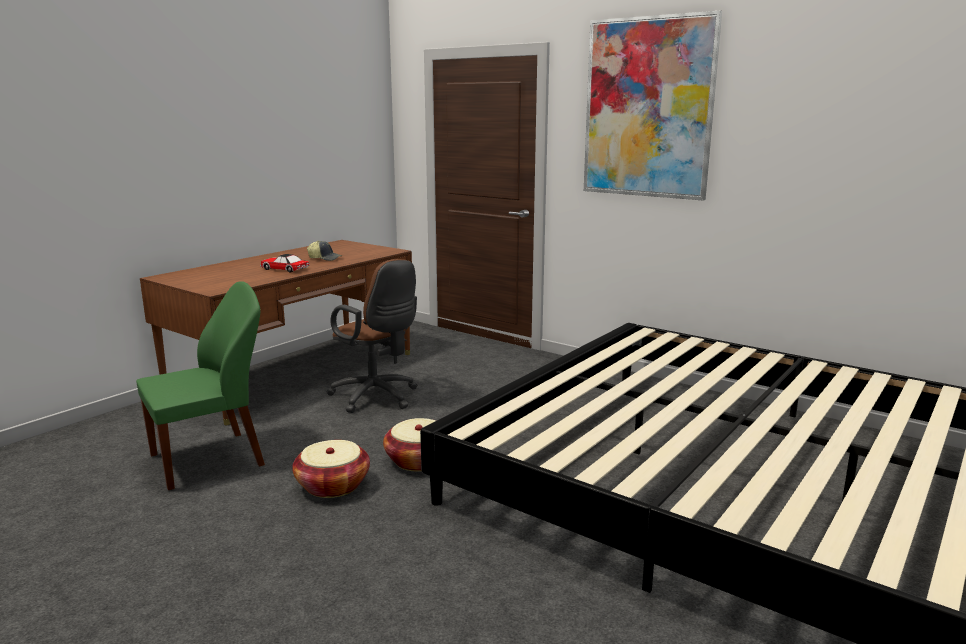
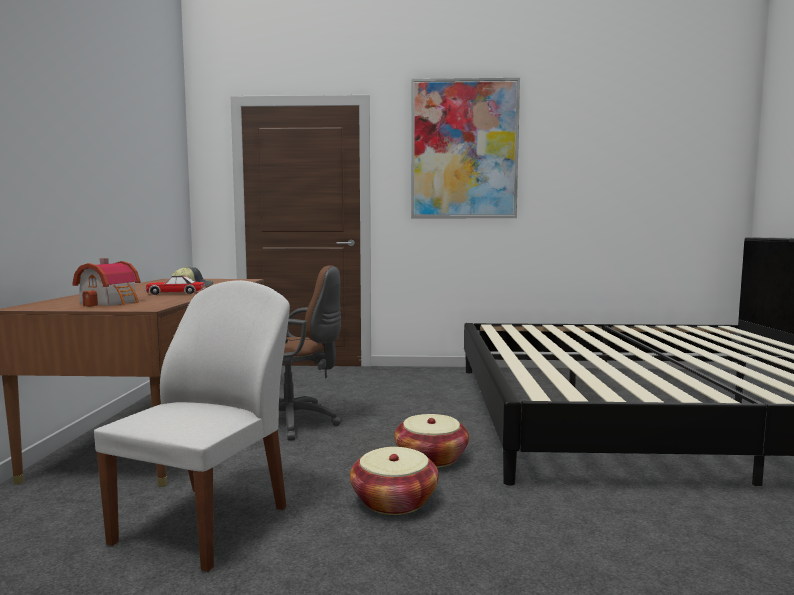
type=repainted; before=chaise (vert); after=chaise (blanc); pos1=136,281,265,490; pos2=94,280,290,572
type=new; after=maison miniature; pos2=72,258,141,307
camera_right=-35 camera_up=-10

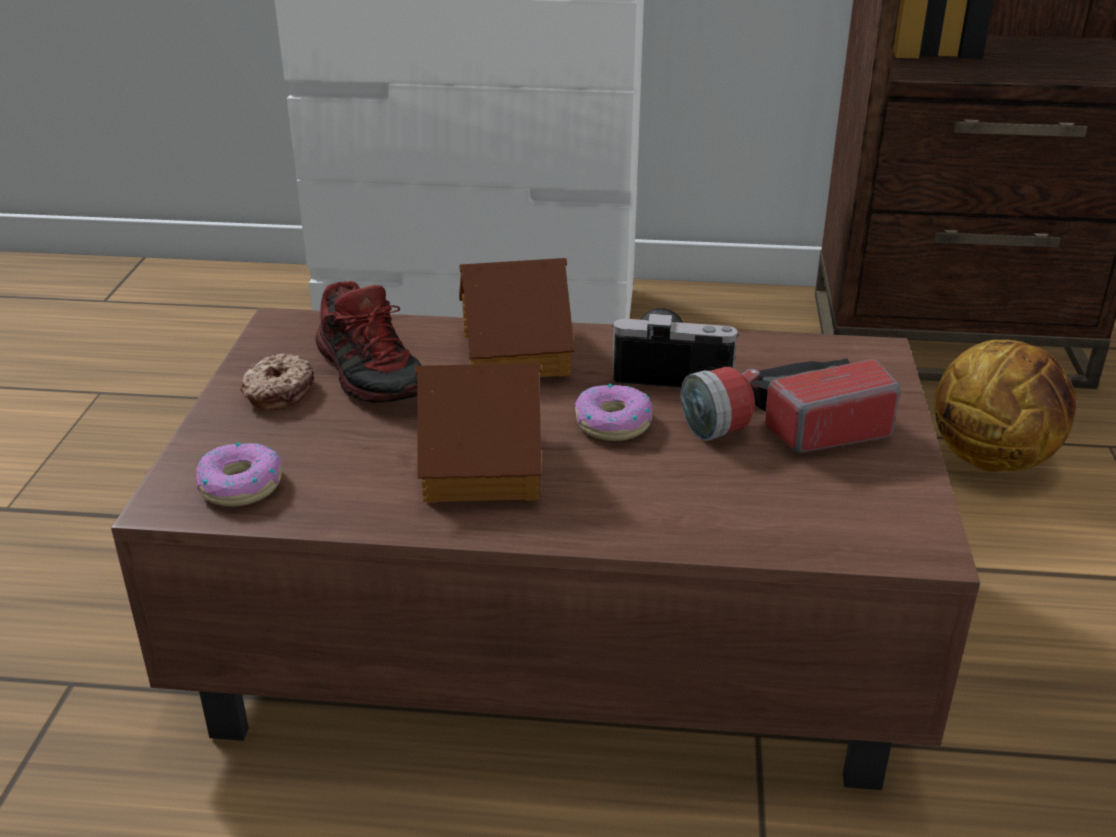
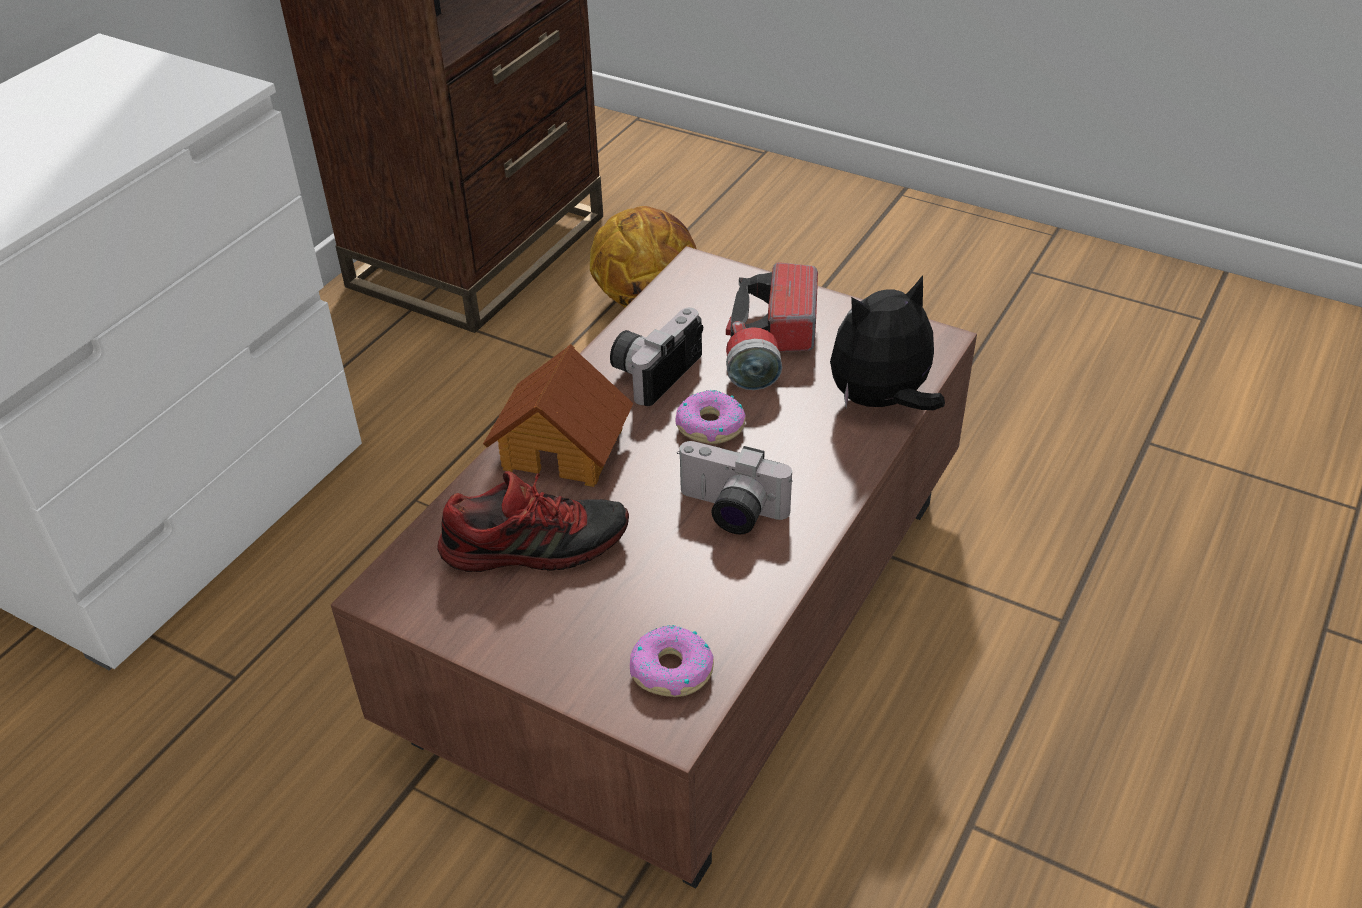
type=gone; before=beignet; pos1=240,353,314,410
type=swapped; before=maison miniature; after=appareil photo; pos1=415,363,542,503; pos2=677,441,792,534
type=new; after=peluche; pos2=830,275,945,410
camera_right=-65 camera_up=10

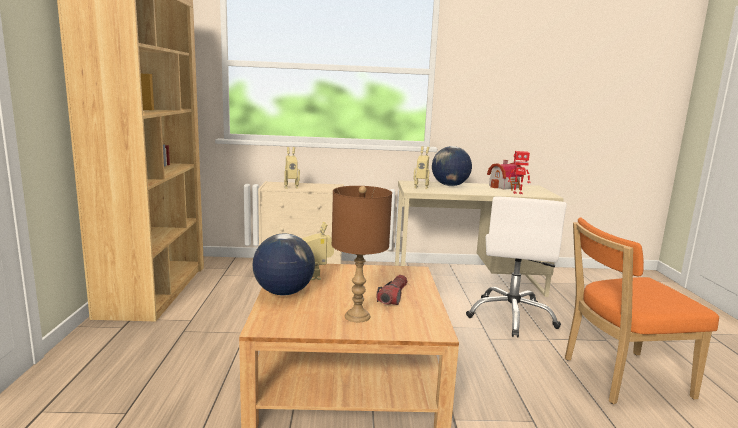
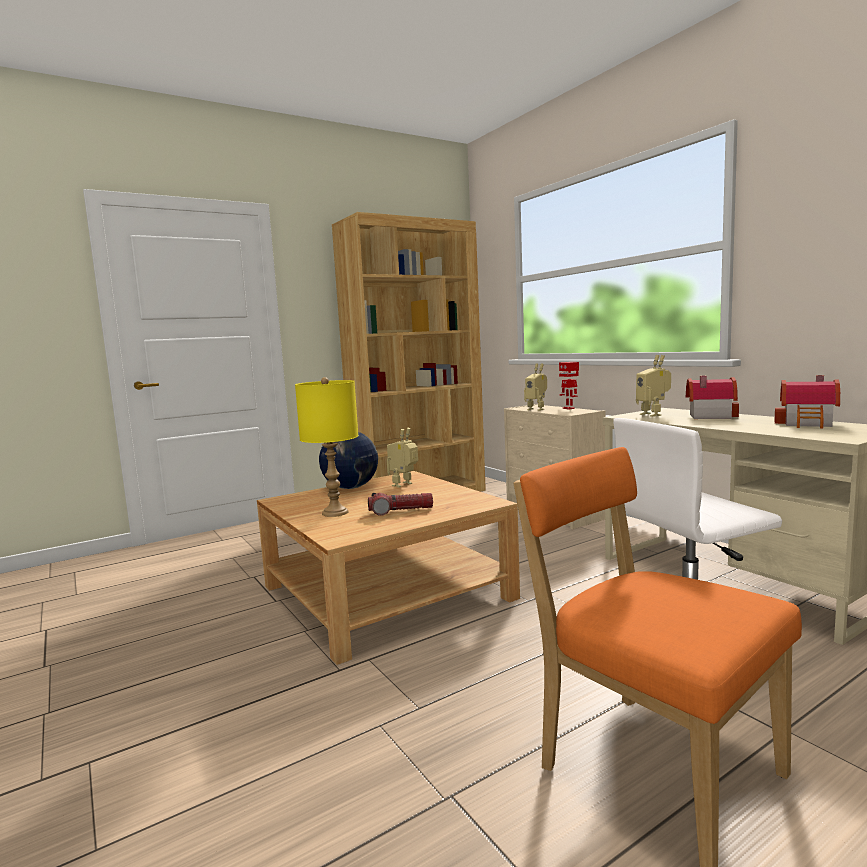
type=swapped; before=globe; after=maison miniature; pos1=432,146,472,186; pos2=686,376,739,419
type=shifted; before=robot jouet; pos1=508,151,531,194; pos2=559,362,579,410
type=repainted; before=lampe de table (marron); after=lampe de table (jaune); pos1=331,186,392,322; pos2=295,377,358,517
camera_right=60 camera_up=-5

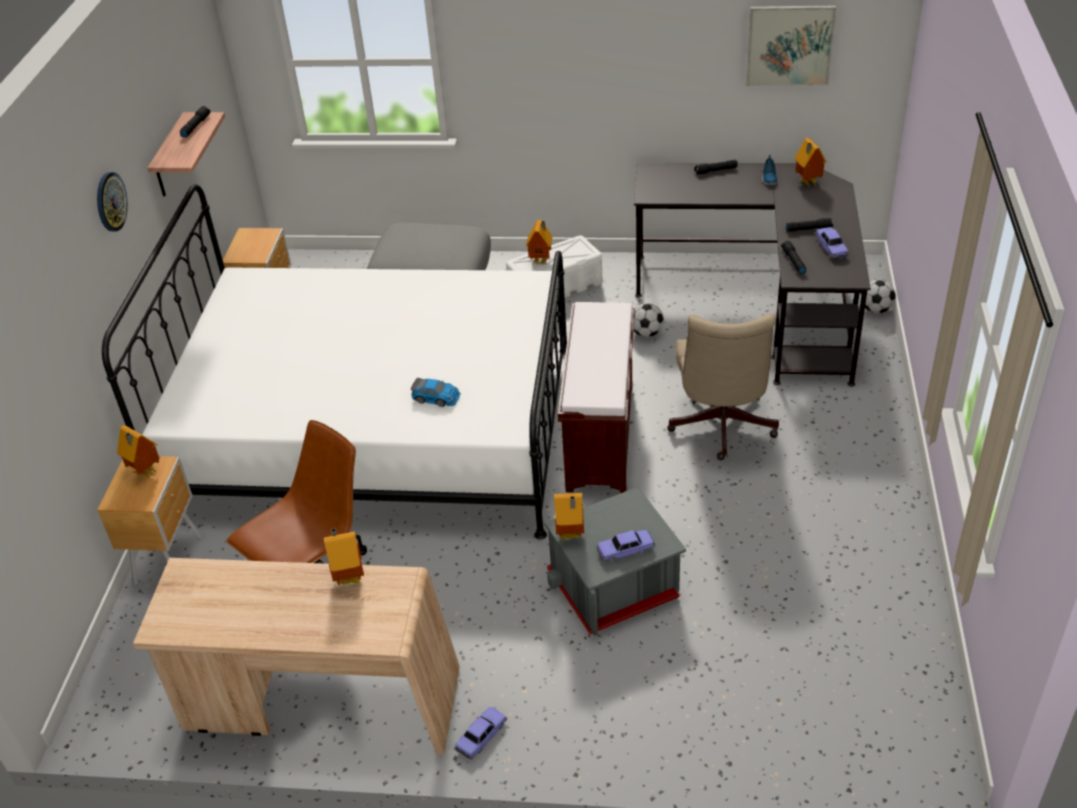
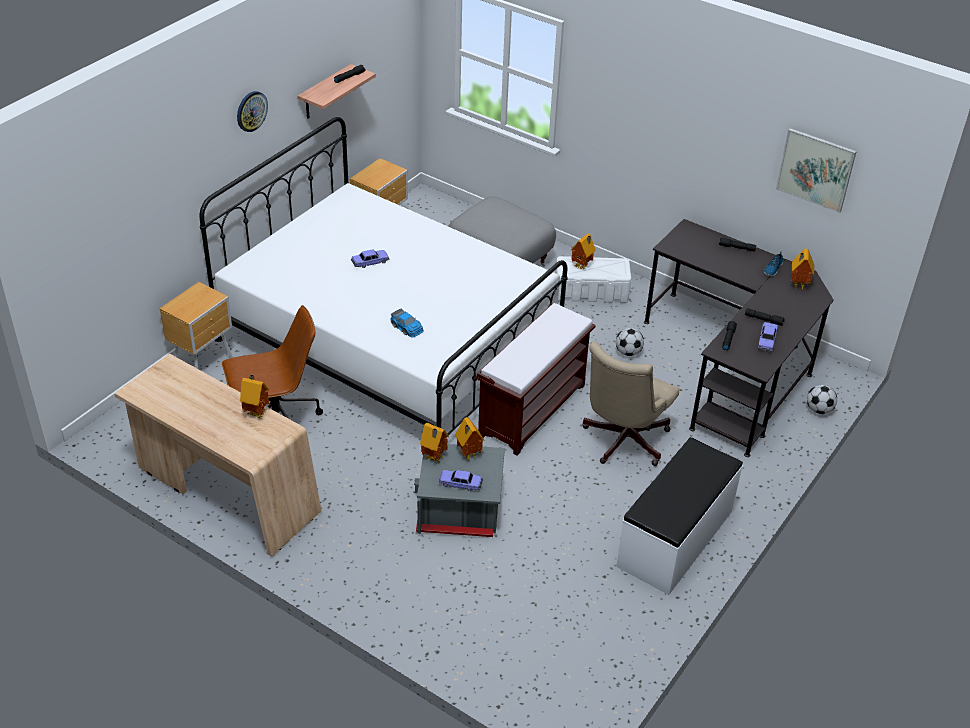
type=shifted; before=maison miniature; pos1=117,425,160,478; pos2=455,417,485,461
type=shifted; before=petite voiture; pos1=454,707,507,760; pos2=351,249,389,268
type=new; after=banc (blanc); pos2=616,437,743,595
camera_right=25 camera_up=0

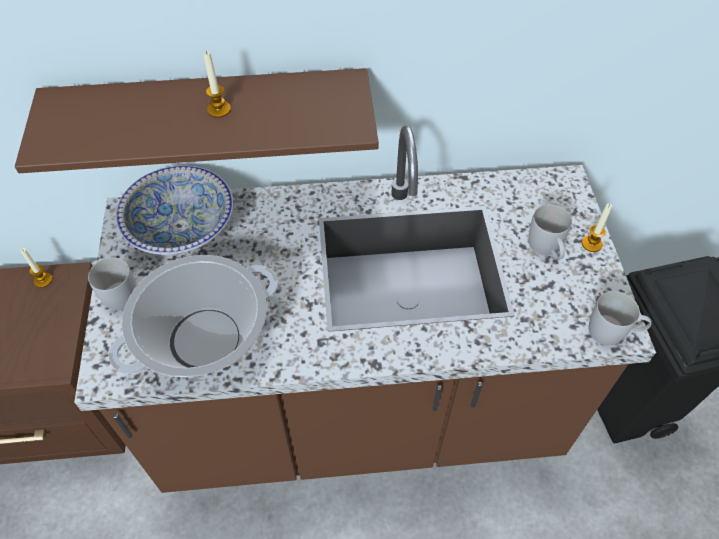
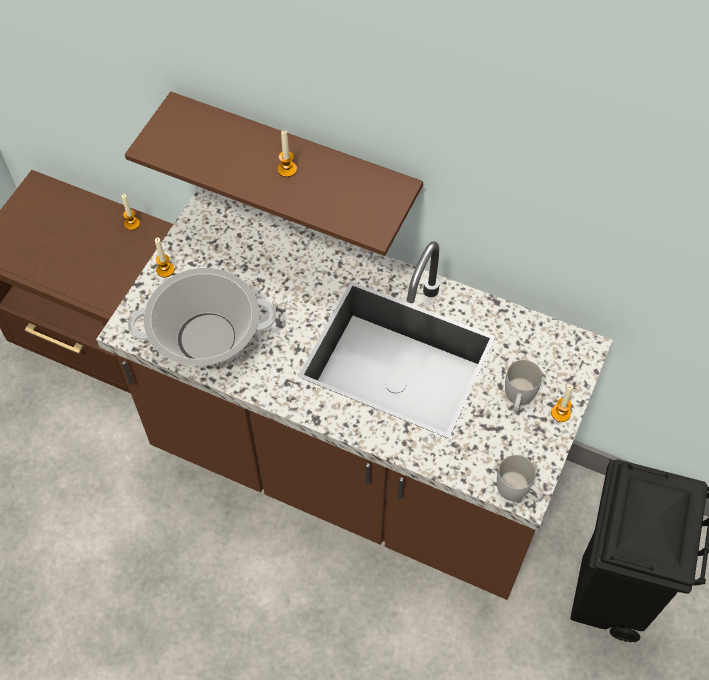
type=gone; before=bol; pos1=116,165,233,255
type=swapped; before=mug (blanc); after=bougie; pos1=88,257,136,311; pos2=155,237,174,277
camera_right=30 camera_up=5

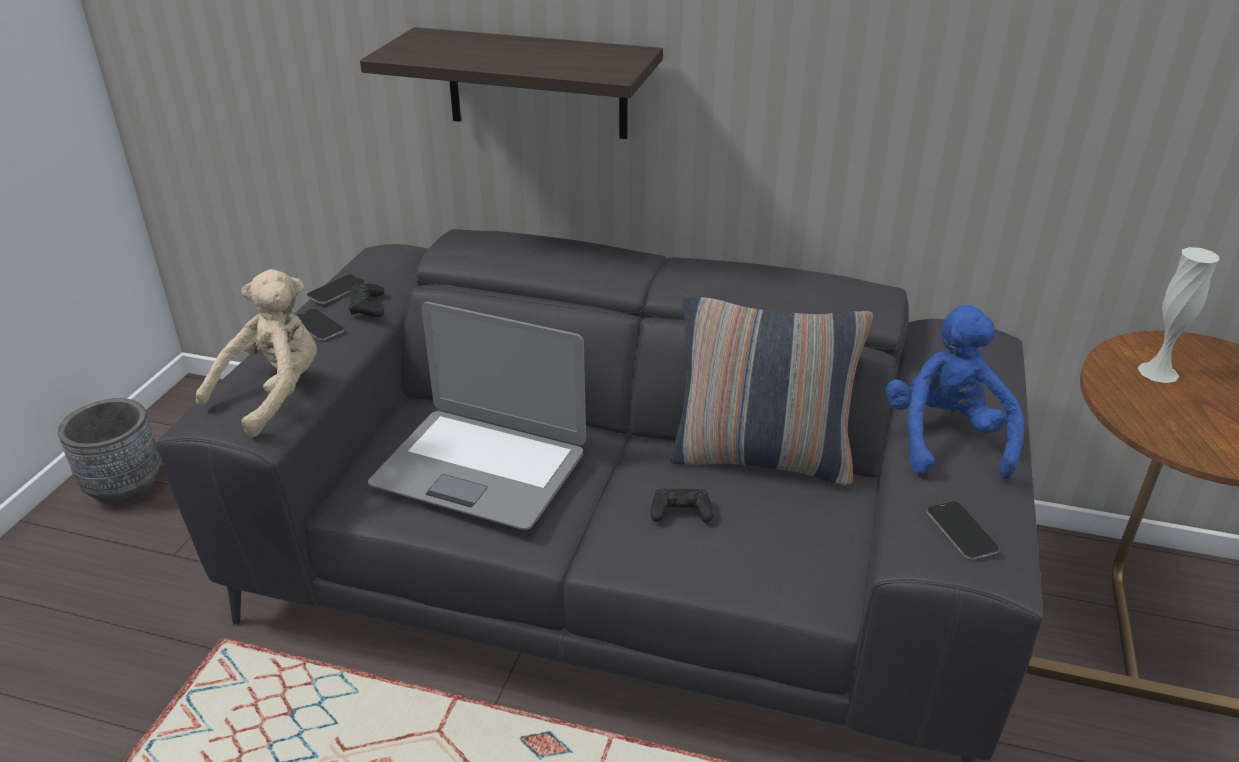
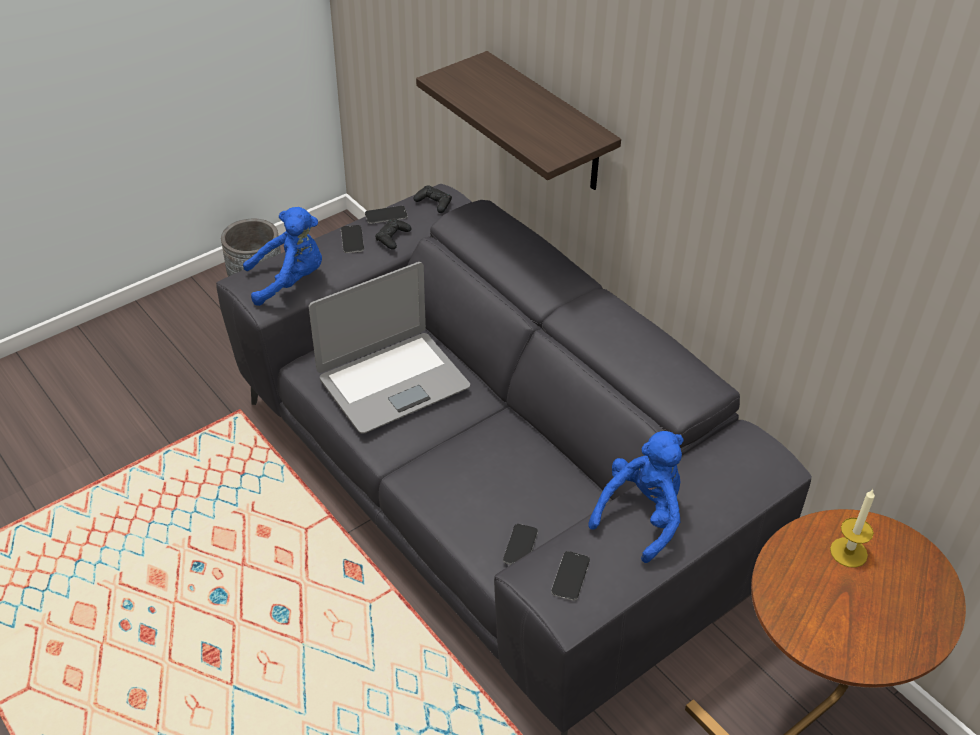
type=swapped; before=vase (blanc); after=bougie; pos1=1138,247,1219,383; pos2=830,489,875,568
type=repainted; before=peluche (beige); after=peluche (bleu); pos1=196,269,317,437; pos2=243,207,322,306
type=gone; before=coussin; pos1=669,295,873,485
type=rotated; before=ordinateur portable; pos1=368,302,586,530; pos2=309,262,470,434; turn=-90
type=shifted; before=manette (noir); pos1=650,488,713,523; pos2=413,186,452,213
type=new; after=téléphone; pos2=503,524,538,565
camera_right=35 camera_up=10

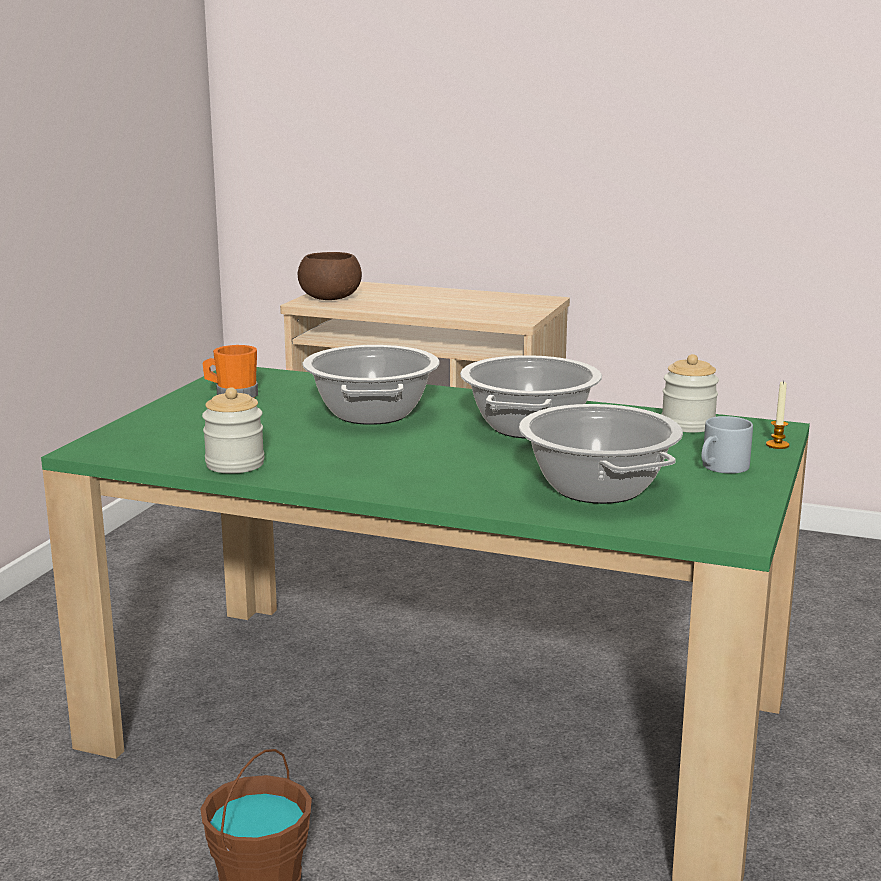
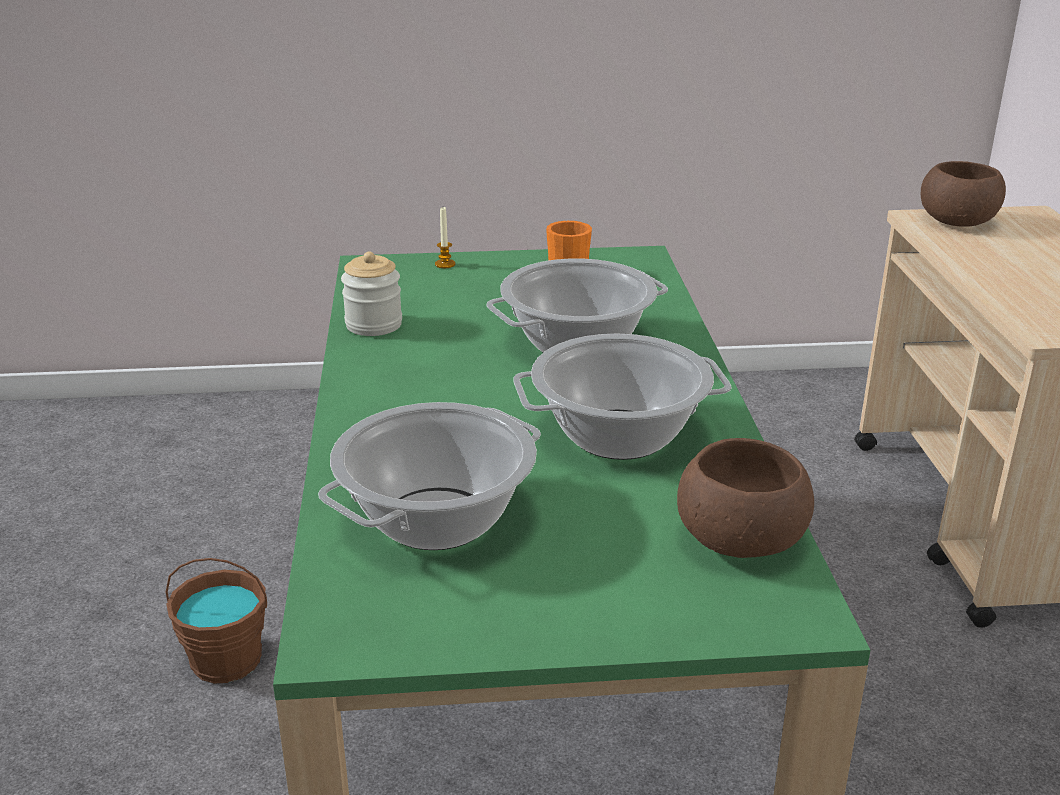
type=swapped; before=bocal; after=bol (marron); pos1=661,354,719,433; pos2=677,438,814,558
type=shifted; before=bougie; pos1=766,380,789,449; pos2=435,207,455,268
type=gone; before=mug (gris); pos1=701,416,753,474
camera_right=65 camera_up=10

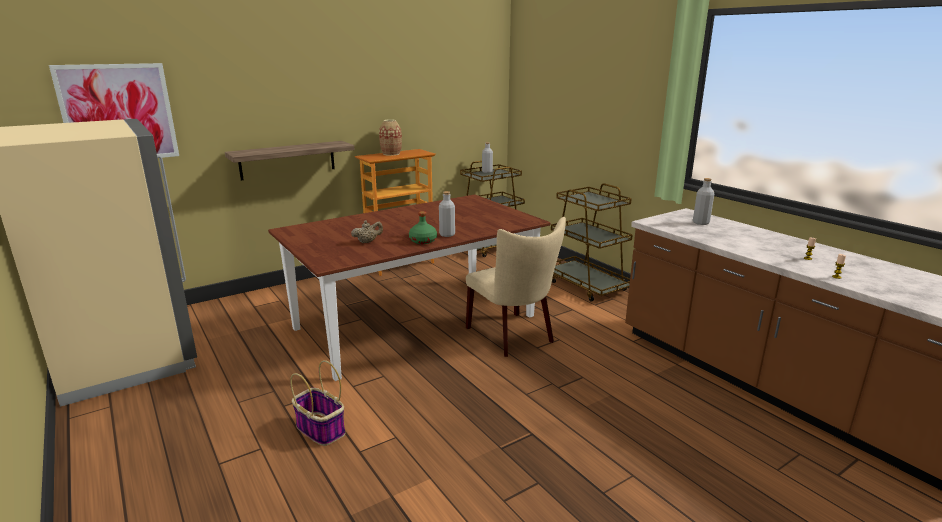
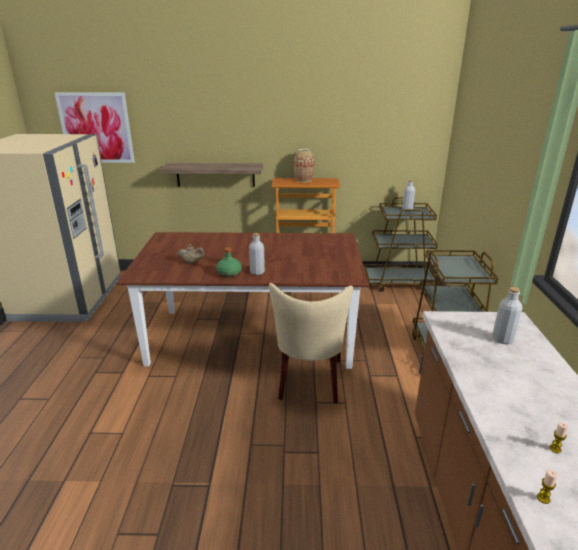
type=gone; before=panier; pos1=290,360,345,446
camera_right=35 camera_up=5

